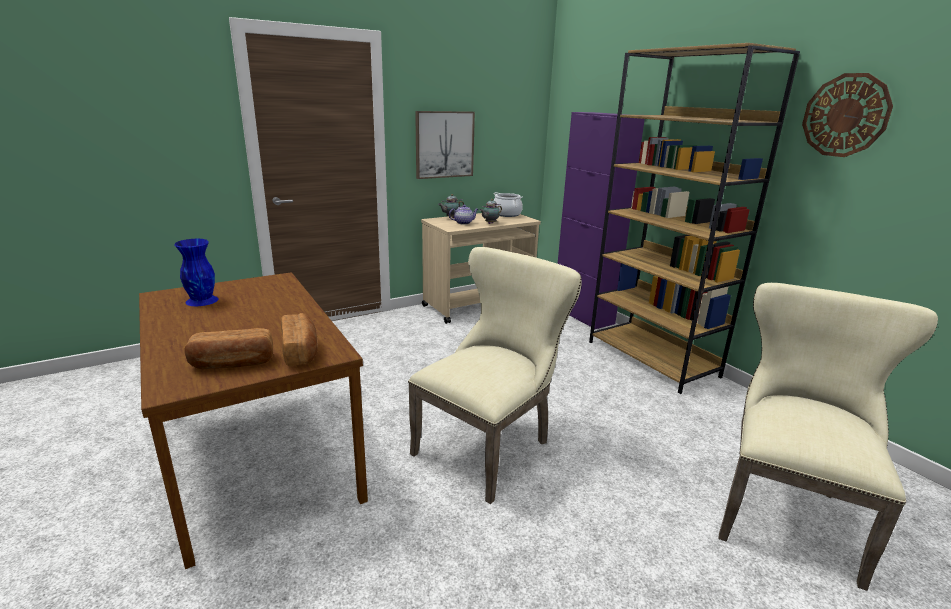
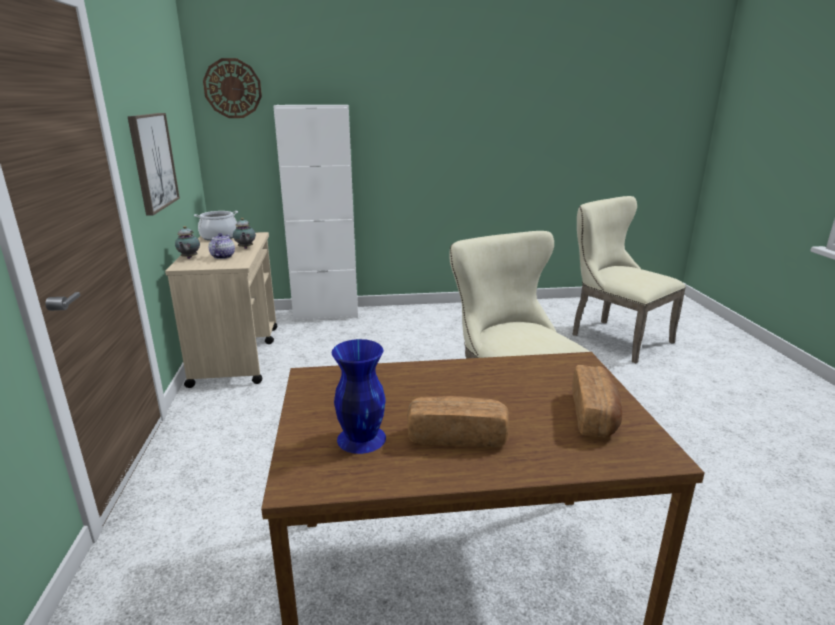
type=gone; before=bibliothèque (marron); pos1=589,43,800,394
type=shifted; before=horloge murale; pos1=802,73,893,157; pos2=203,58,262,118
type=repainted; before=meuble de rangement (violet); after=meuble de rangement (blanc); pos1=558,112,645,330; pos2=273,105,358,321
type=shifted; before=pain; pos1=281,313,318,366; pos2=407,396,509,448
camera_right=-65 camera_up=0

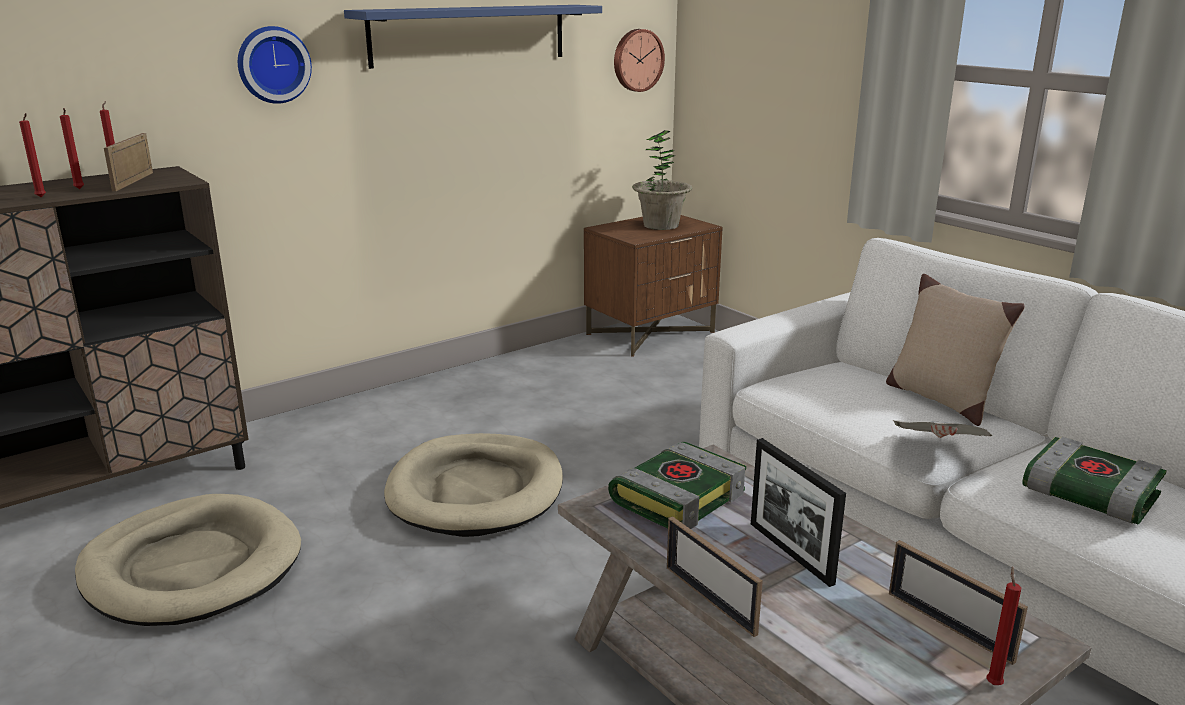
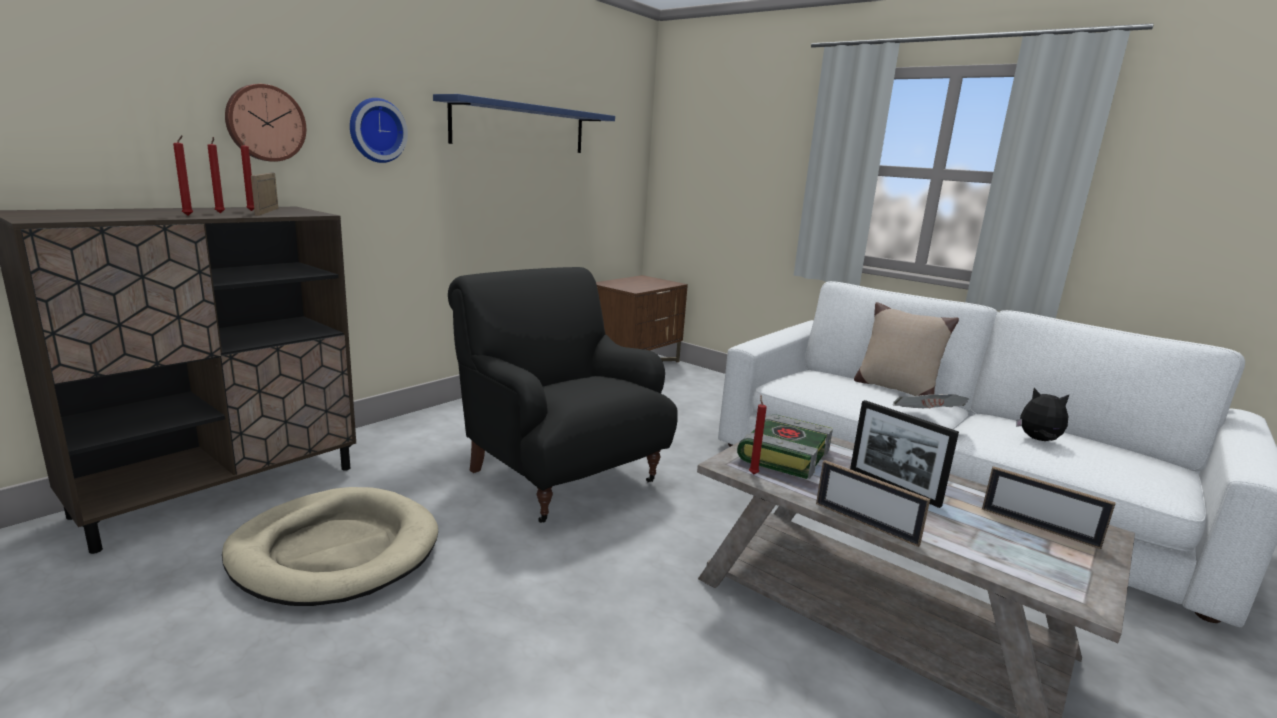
type=shifted; before=horloge murale; pos1=614,29,665,92; pos2=225,84,306,162
type=gone; before=plante en pot; pos1=632,130,692,230
type=swapped; before=panier pour chien (beige); after=fauteuil (noir); pos1=384,433,563,537; pos2=448,267,678,523
type=swapped; before=livre; after=peluche; pos1=1023,437,1167,525; pos2=1016,388,1069,441
type=shifted; before=bougie (rouge); pos1=986,566,1021,685; pos2=749,395,767,475
camera_right=-15 camera_up=-5

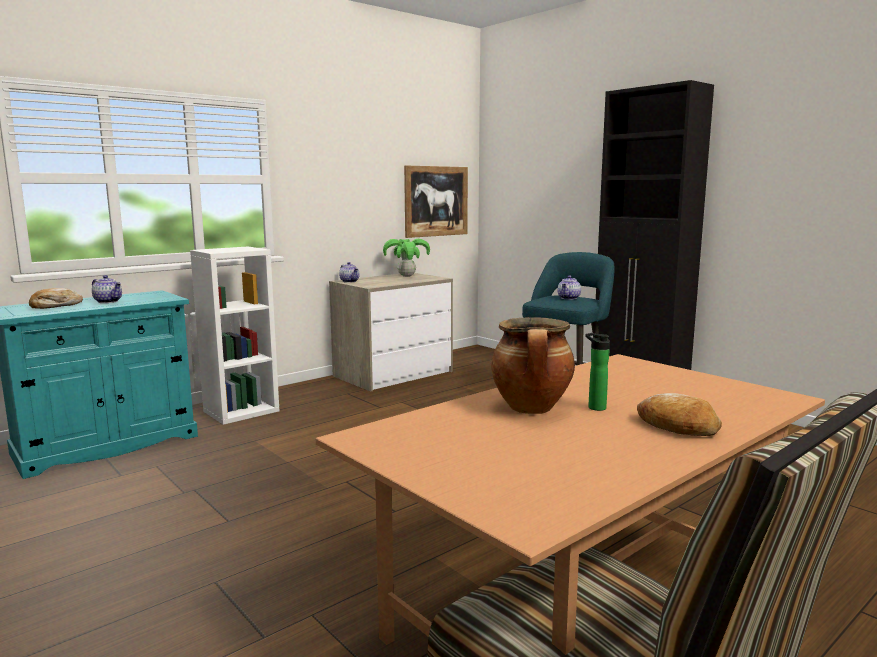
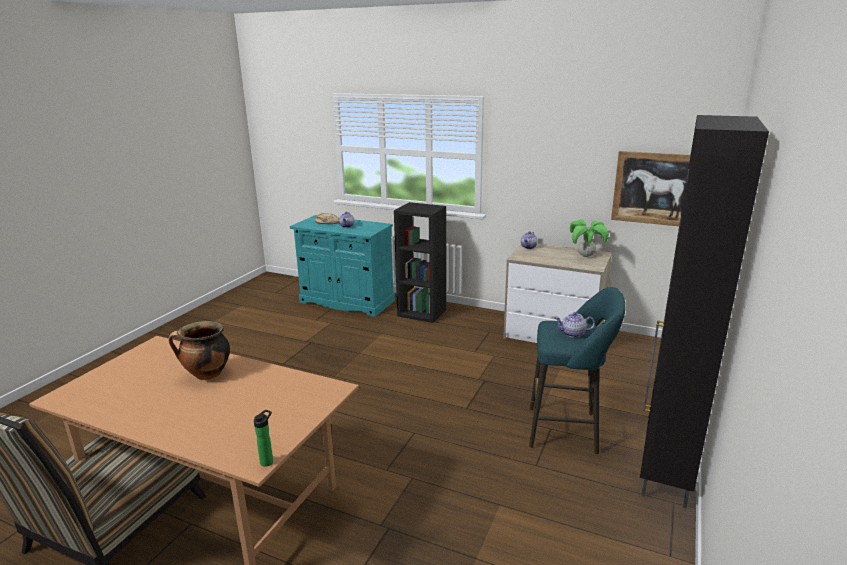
type=repainted; before=bibliothèque (blanc); after=bibliothèque (noir); pos1=190,247,279,425; pos2=394,202,446,323
type=shifted; before=bouteille; pos1=585,333,610,411; pos2=254,410,273,467
type=gone; before=pain; pos1=637,393,722,436
camera_right=65 camera_up=10

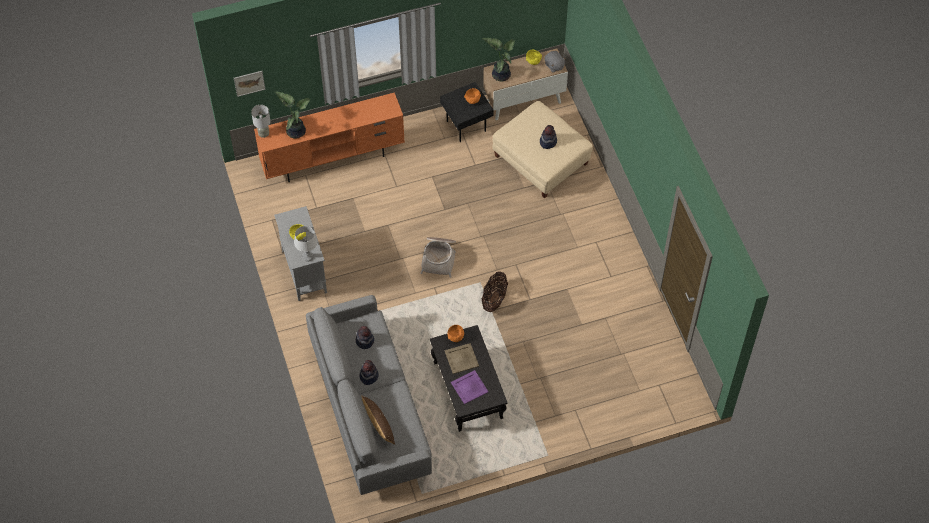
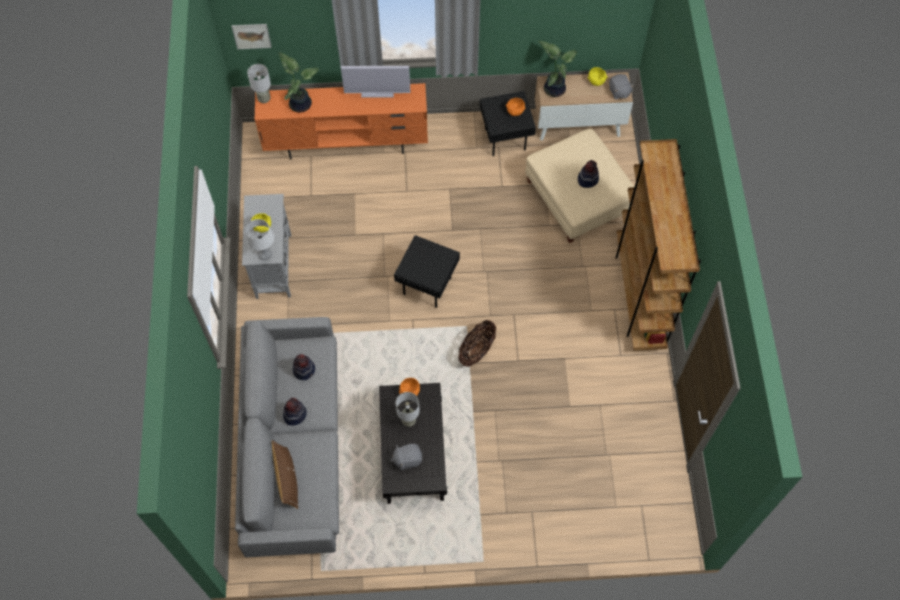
type=swapped; before=panier; after=table d'appoint (noir); pos1=421,237,456,278; pos2=394,235,460,308
type=swapped; before=plateau (beige); after=lampe de table (gris); pos1=444,343,479,374; pos2=396,392,420,427
type=swapped; before=plateau (violet); after=peluche (gris); pos1=451,370,489,404; pos2=391,444,422,470
type=new; after=téléviseur; pos2=341,66,410,98
type=new; after=bibliothèque (marron); pos2=616,139,701,351
camera_right=15 camera_up=5

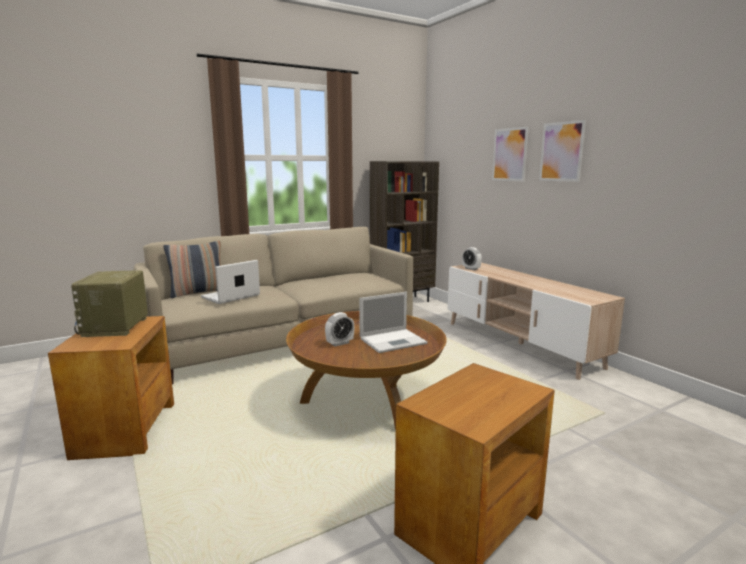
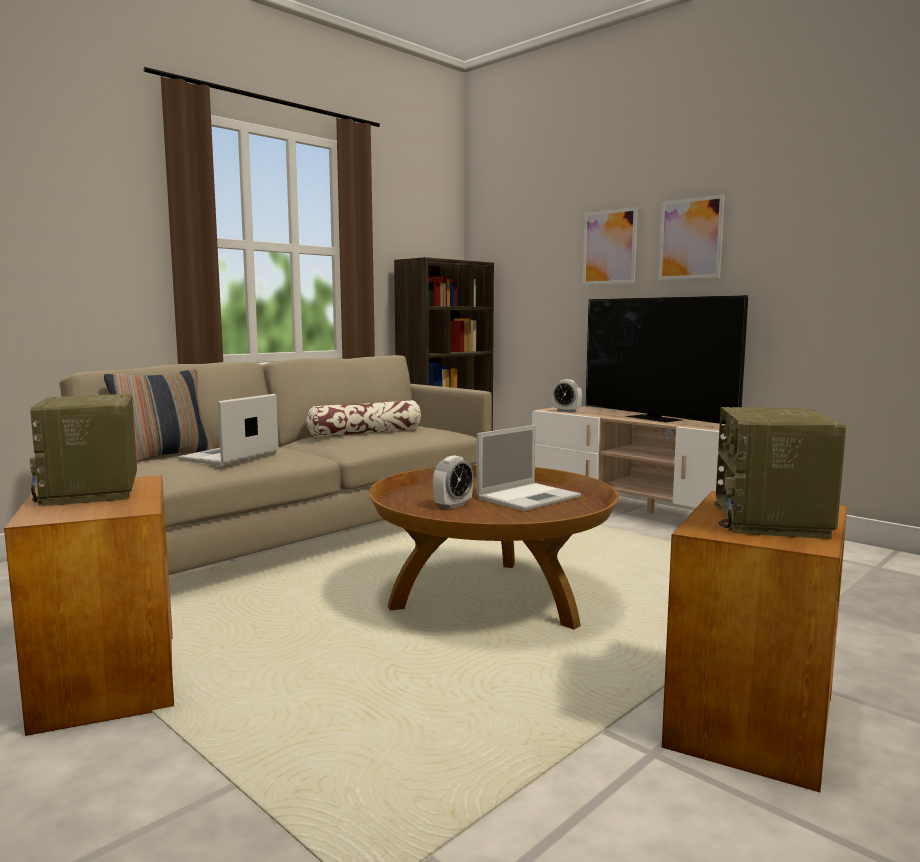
type=new; after=téléviseur; pos2=586,295,748,424
type=new; after=coussin; pos2=307,400,421,437
type=new; after=radio; pos2=715,407,846,539
camera_right=-15 camera_up=-5

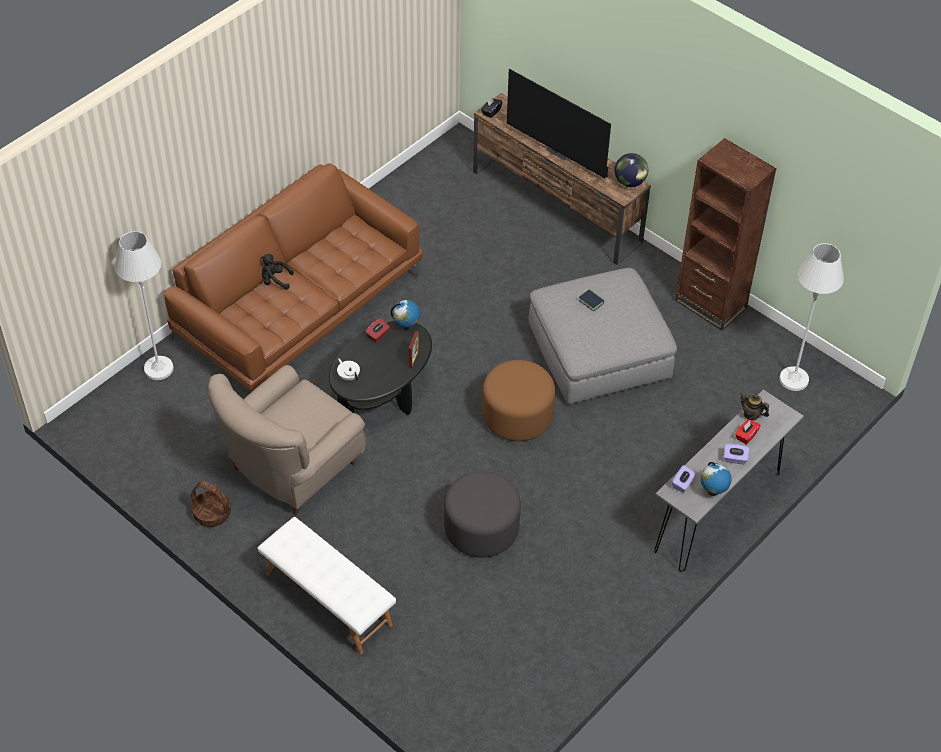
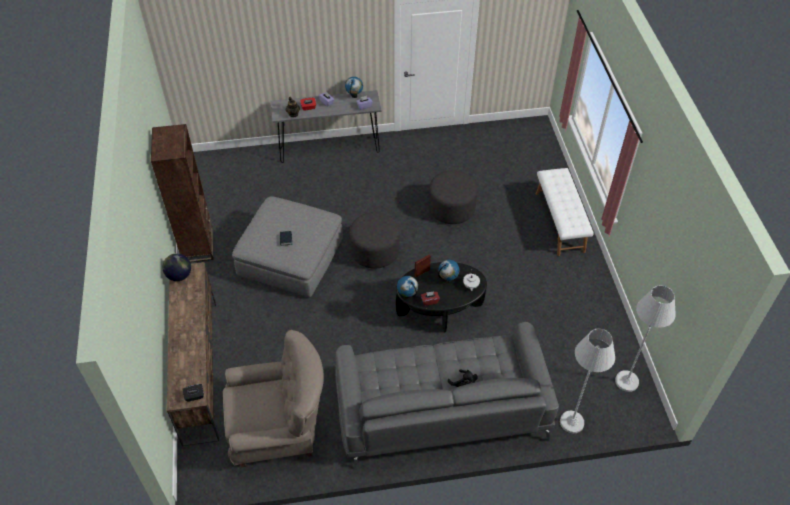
type=gone; before=téléviseur; pos1=507,69,611,178
type=repainted; before=canapé (marron); after=canapé (gris); pos1=164,163,423,392; pos2=335,322,559,469
type=shifted; before=lampadaire (blanc); pos1=779,243,844,391; pos2=615,285,676,392
type=repainted; before=pouf (marron); after=pouf (gris); pos1=482,360,555,441; pos2=349,212,400,269
type=shifted; before=fauteuil (beige); pos1=208,365,366,516; pos2=223,330,324,467
type=gone; before=panier; pos1=191,481,231,527
type=new; after=globe; pos2=438,260,459,282
camera_right=-140 camera_up=0

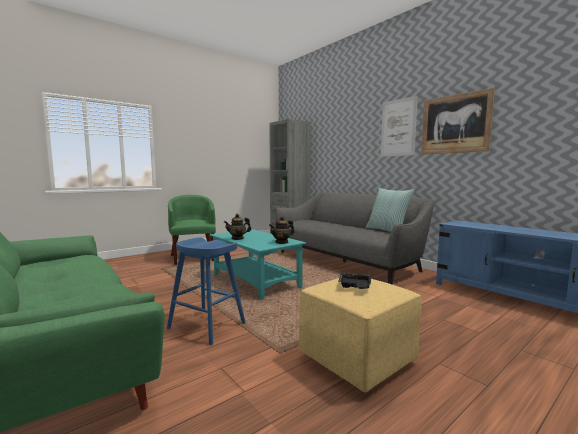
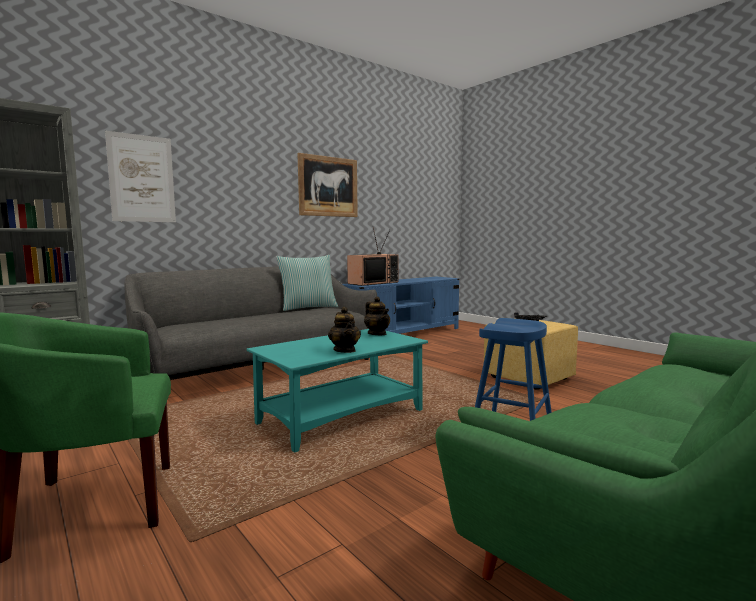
type=shifted; before=tableau; pos1=381,96,417,157; pos2=105,131,176,222
type=new; after=téléviseur; pos2=347,226,399,286
camera_right=-90 camera_up=0

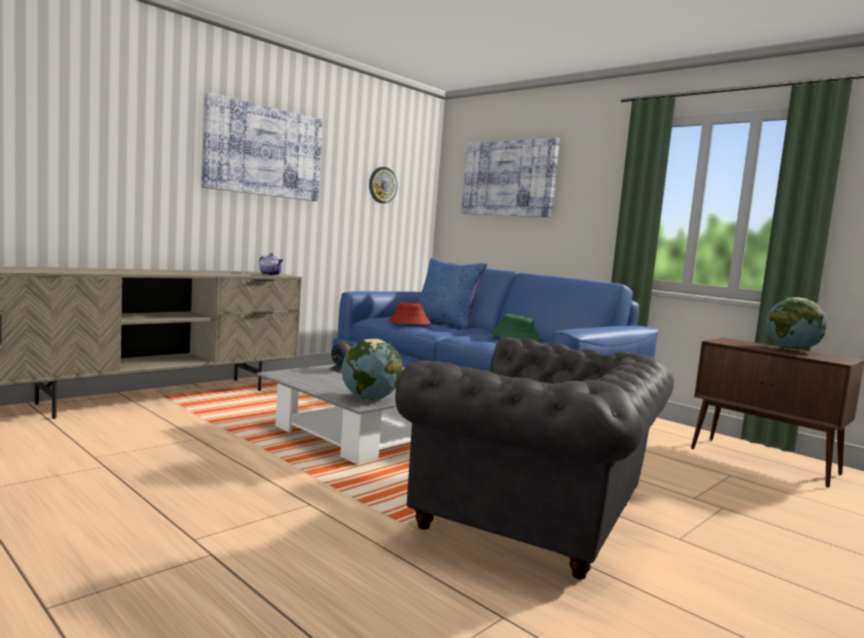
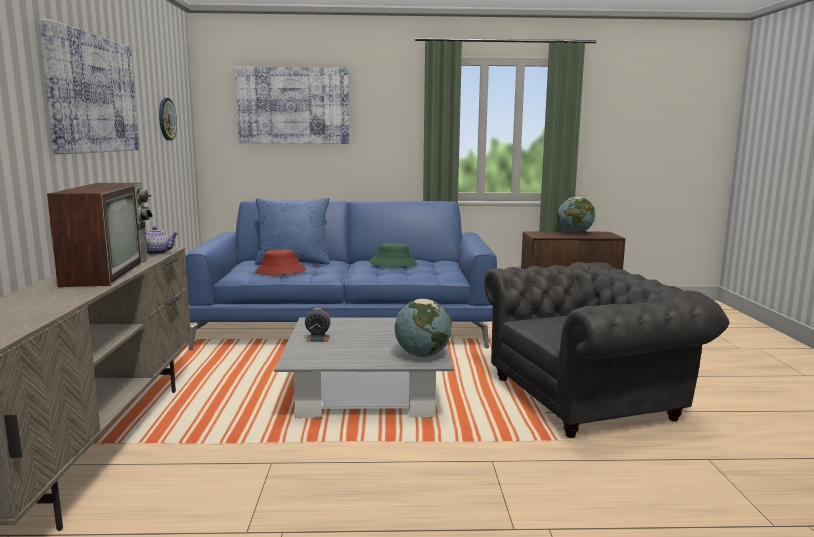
type=new; after=téléviseur; pos2=47,183,153,287
camera_right=-45 camera_up=5

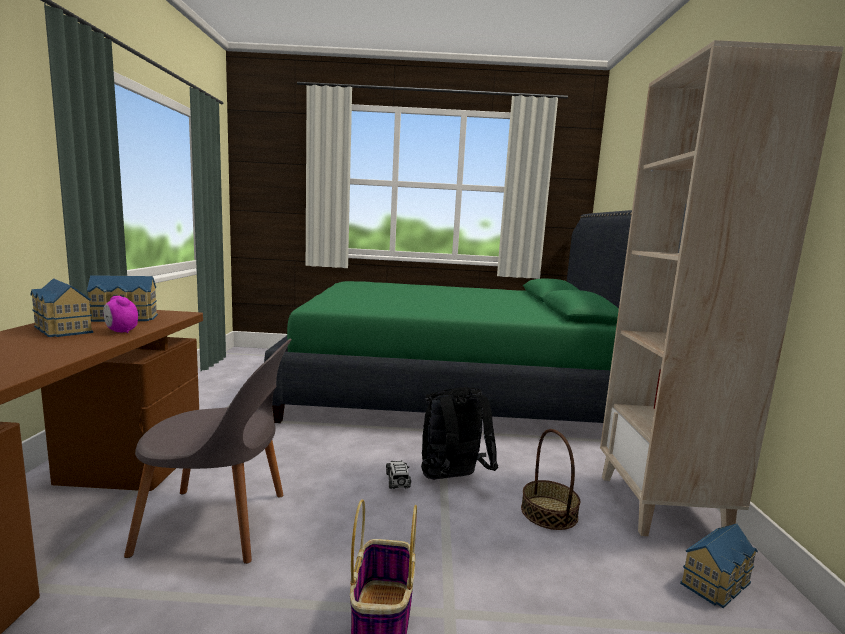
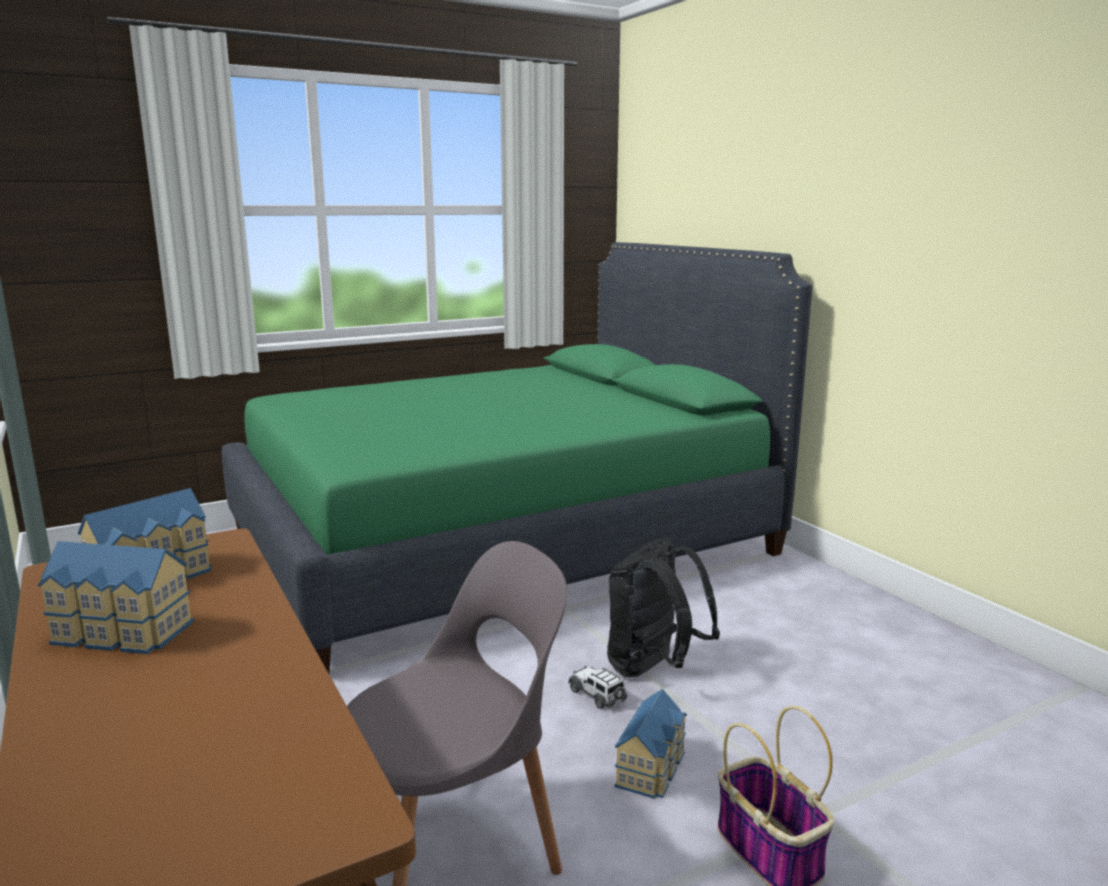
type=gone; before=bibliothèque (beige); pos1=600,40,844,536
type=gone; before=réveil; pos1=103,296,138,333
type=gone; before=panier; pos1=521,429,581,530
type=shifted; before=maison miniature; pos1=680,524,758,608; pos2=615,689,687,799
camera_right=-30 camera_up=5

